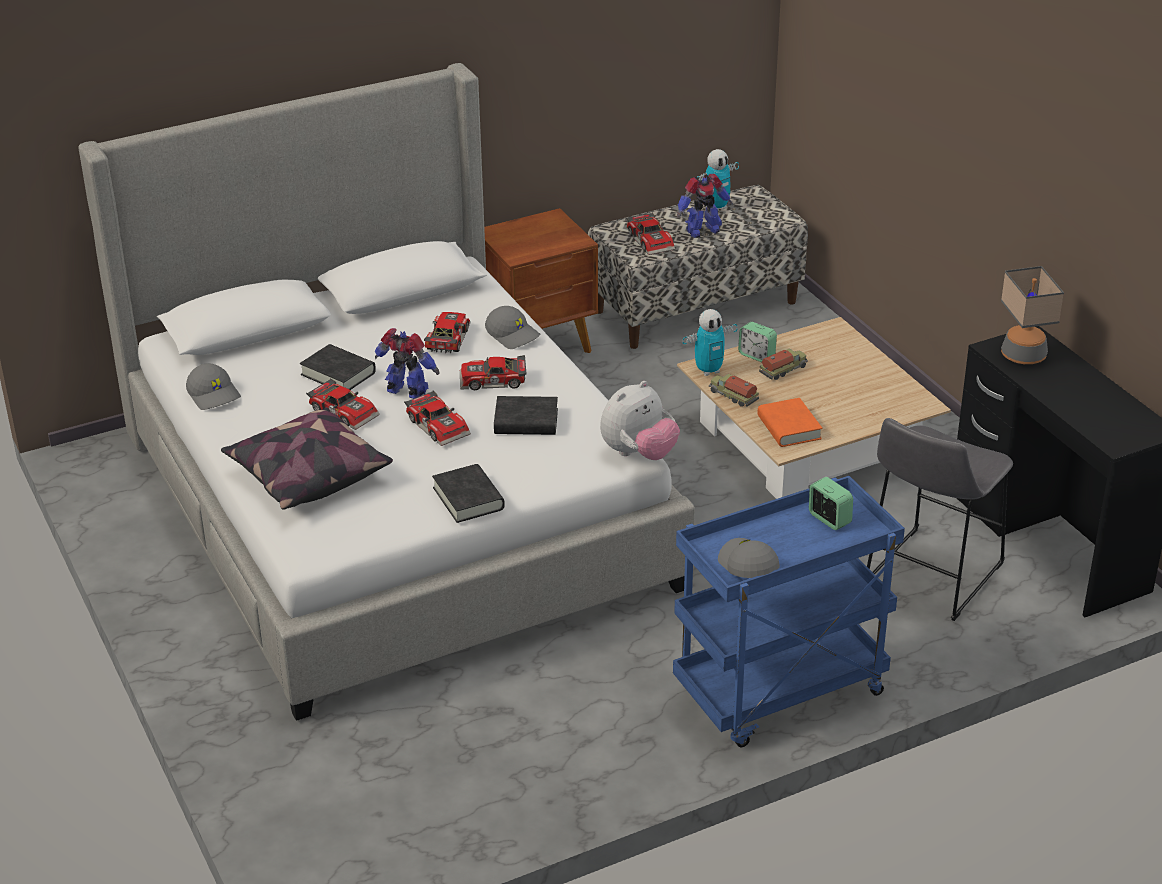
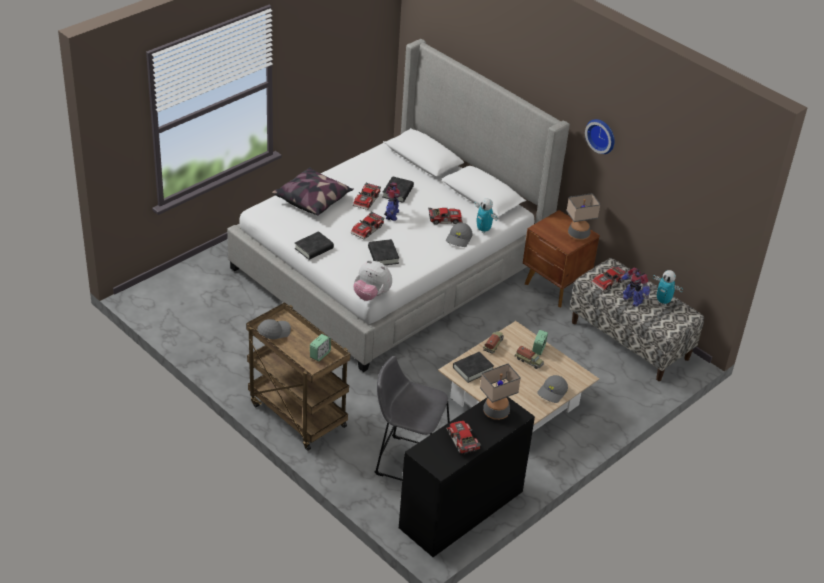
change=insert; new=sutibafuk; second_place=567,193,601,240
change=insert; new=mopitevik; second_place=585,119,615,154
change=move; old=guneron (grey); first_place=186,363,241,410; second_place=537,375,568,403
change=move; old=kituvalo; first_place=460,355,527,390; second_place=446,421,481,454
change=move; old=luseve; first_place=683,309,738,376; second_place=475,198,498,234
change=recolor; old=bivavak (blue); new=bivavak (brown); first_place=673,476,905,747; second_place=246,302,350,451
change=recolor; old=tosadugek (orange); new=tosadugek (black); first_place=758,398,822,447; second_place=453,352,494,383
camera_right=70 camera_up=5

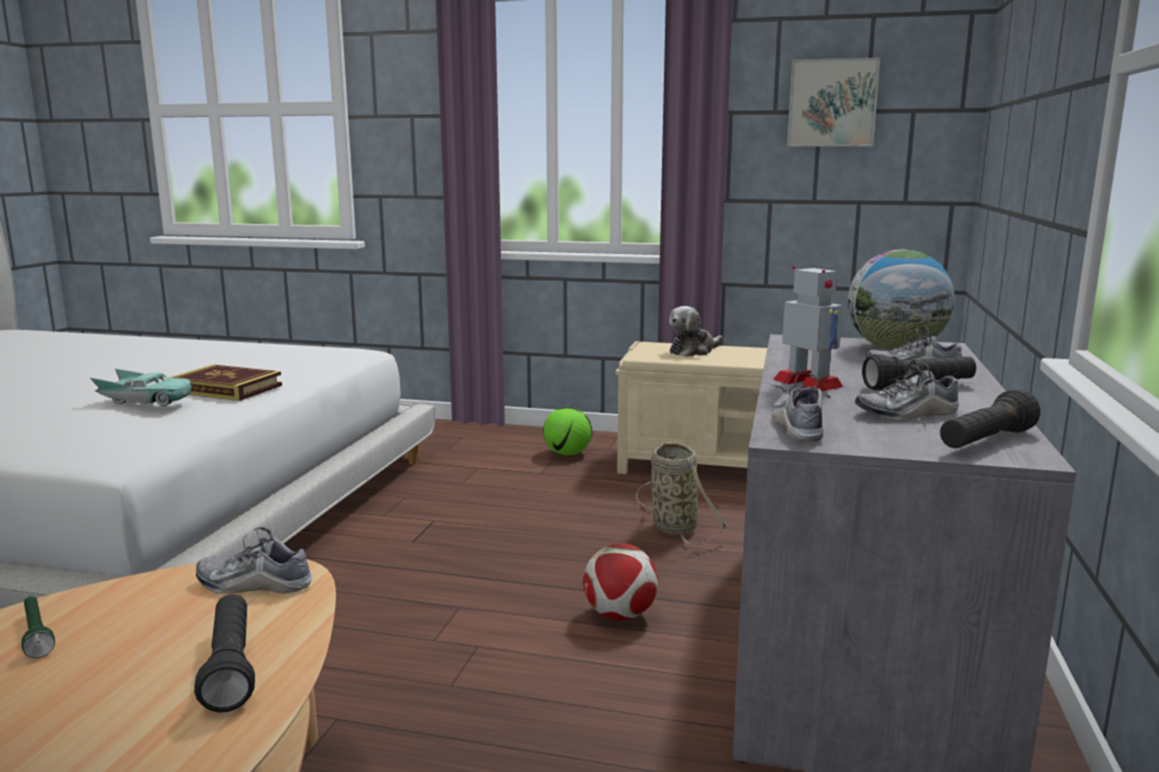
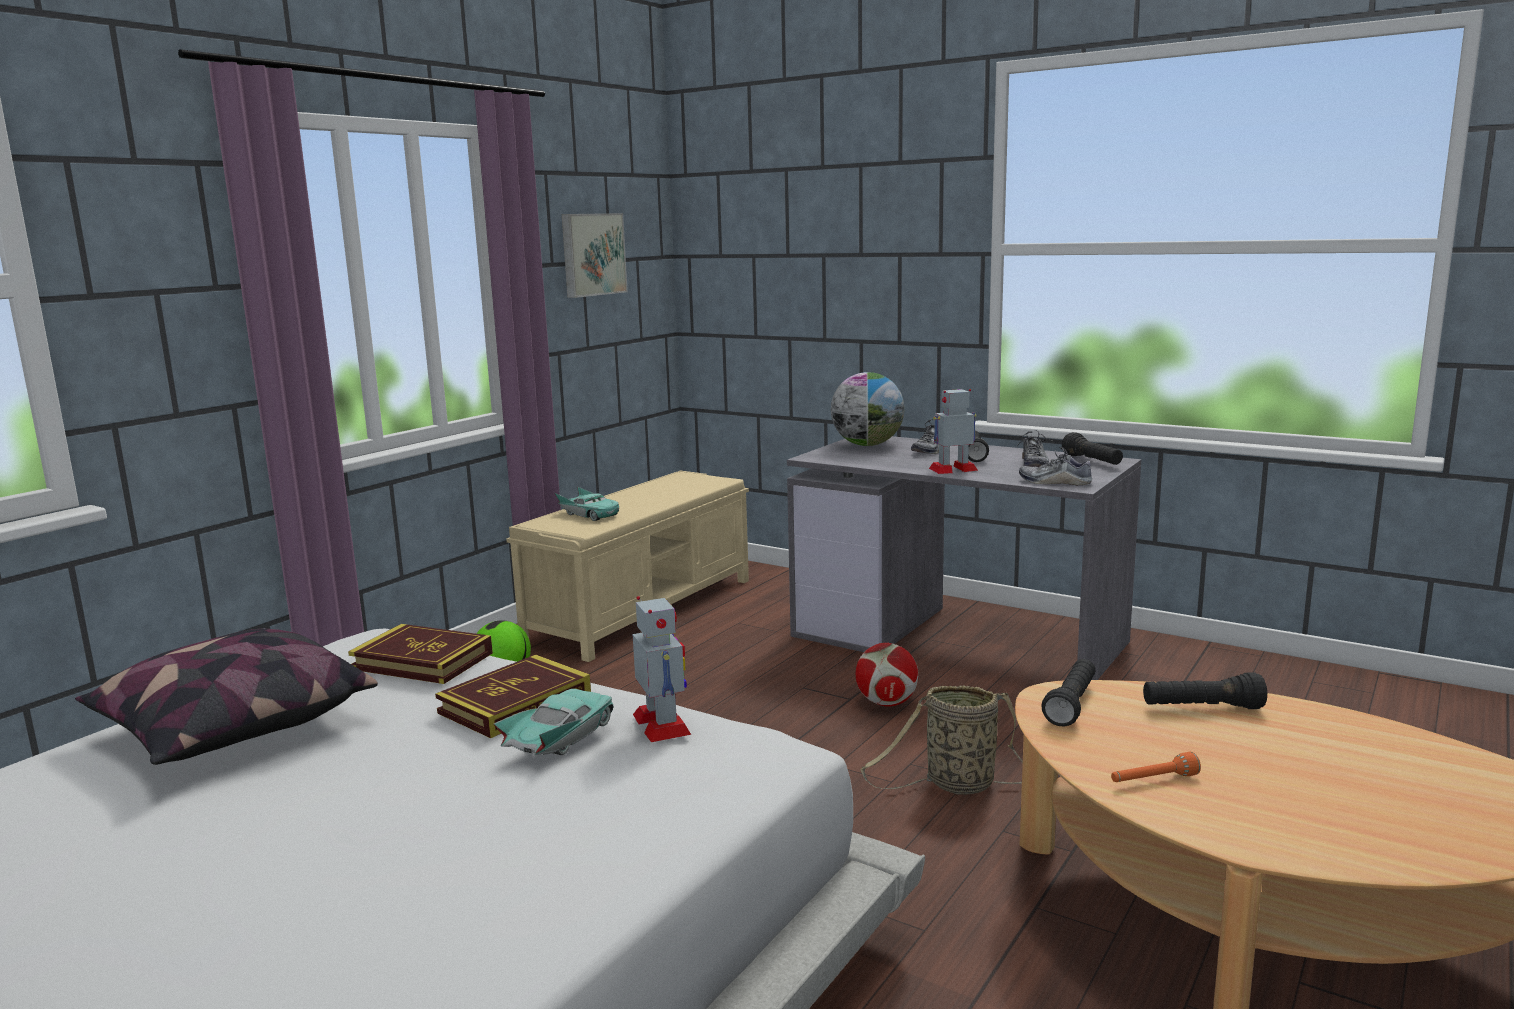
change=insert; new=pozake; second_place=75,629,378,765
change=insert; new=tosadugek; second_place=348,624,493,684
change=insert; new=luseve; second_place=632,596,691,742
change=move; old=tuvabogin; first_place=636,442,728,545; second_place=860,685,1023,795
change=replace; old=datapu; new=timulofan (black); first_place=196,527,312,594; second_place=1041,659,1096,726
change=replace; old=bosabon; new=kituvalo (turquoise); first_place=669,306,723,357; second_place=554,487,619,521
change=recolor; old=timulofan (green); new=timulofan (orange); first_place=21,596,55,658; second_place=1111,752,1201,782
camera_right=-70 camera_up=0

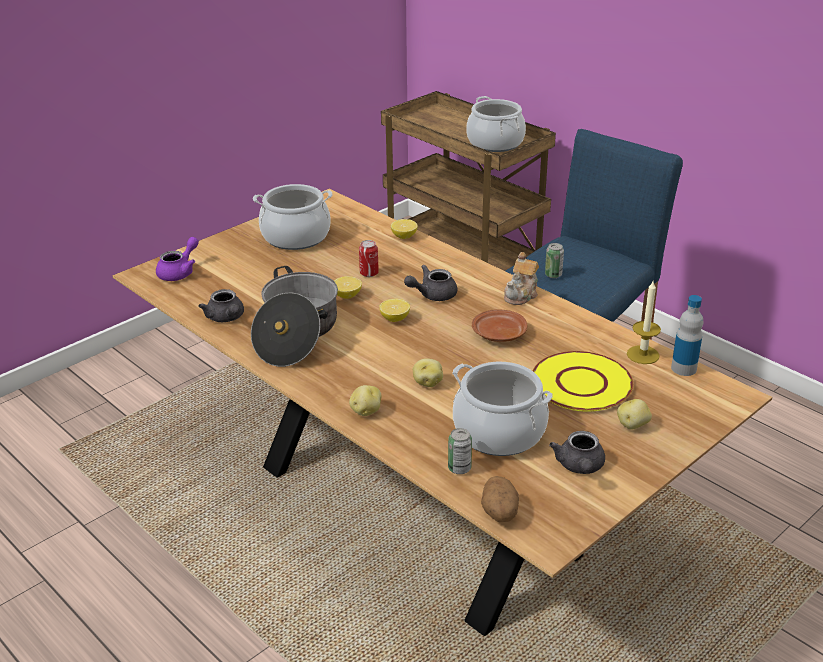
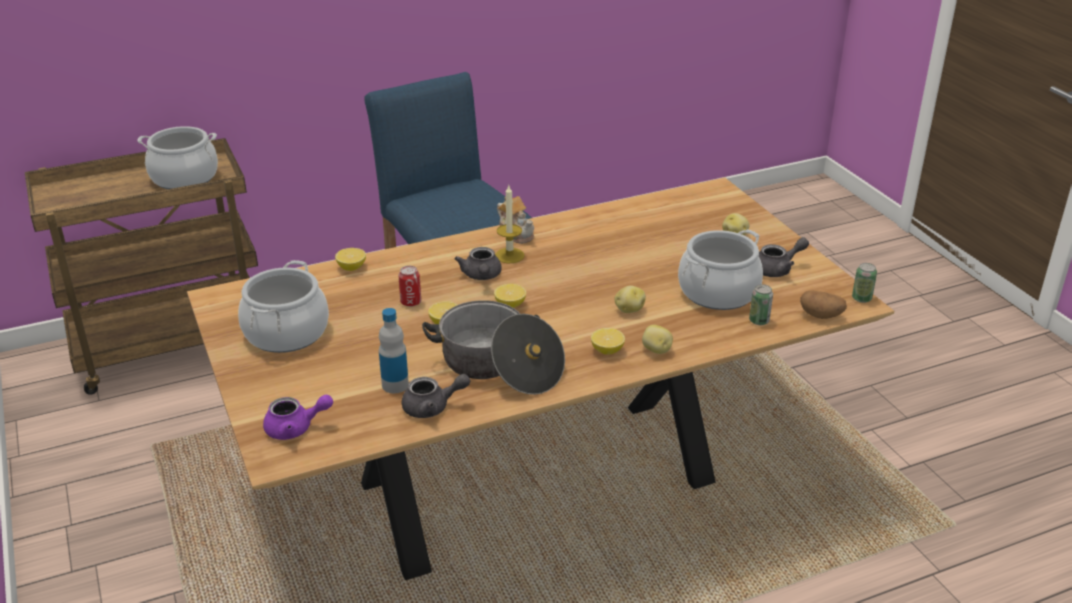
change=delete; old=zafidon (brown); first_place=472,310,527,342
change=delete; old=zafidon (yellow); first_place=533,351,633,412
change=insert; new=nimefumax; second_place=591,328,625,355
change=move; old=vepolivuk; first_place=545,243,564,278; second_place=852,263,877,303
change=move; old=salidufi; first_place=627,281,661,364; second_place=495,185,525,263
change=move; old=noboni; first_place=671,295,704,376; second_place=379,308,409,393
change=rotate; old=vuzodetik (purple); first_place=156,237,199,281; second_place=263,395,333,440; degrees=120
change=rotate; old=vuzodetik (grey); first_place=549,431,605,474; second_place=759,237,809,277; degrees=-45
camera_right=-70 camera_up=0

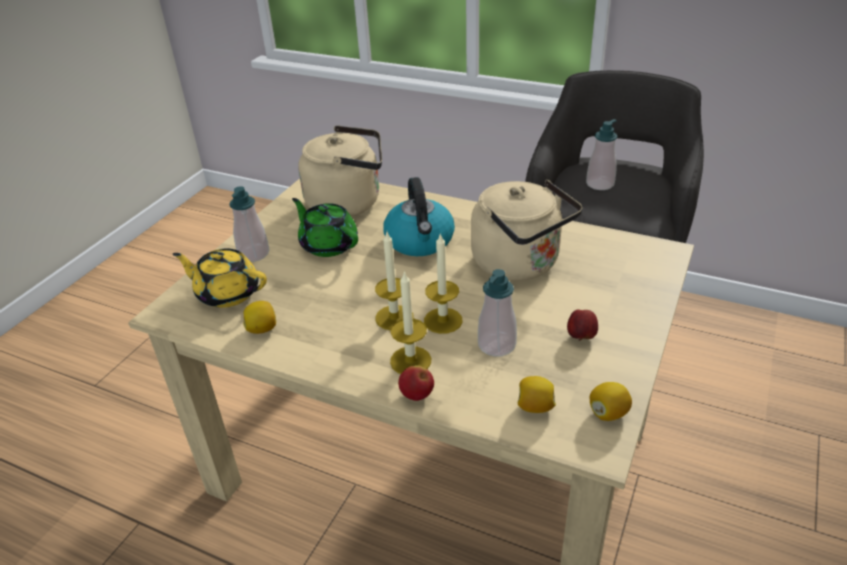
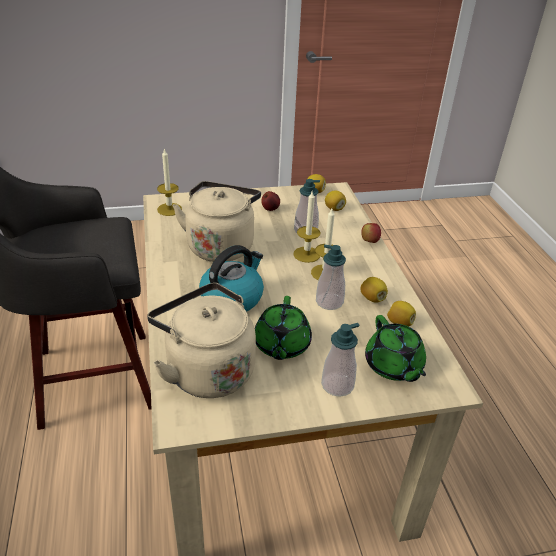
change=insert; new=nimefumax; second_place=360,277,388,302
change=move; old=salidufi; first_place=390,270,431,374; second_place=157,148,182,216
change=move; old=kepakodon; first_place=586,119,617,190; second_place=316,245,346,310
change=recolor; old=vuzodetik (yellow); new=vuzodetik (green); first_place=173,249,267,308; second_place=365,315,426,382
camera_right=-130 camera_up=0

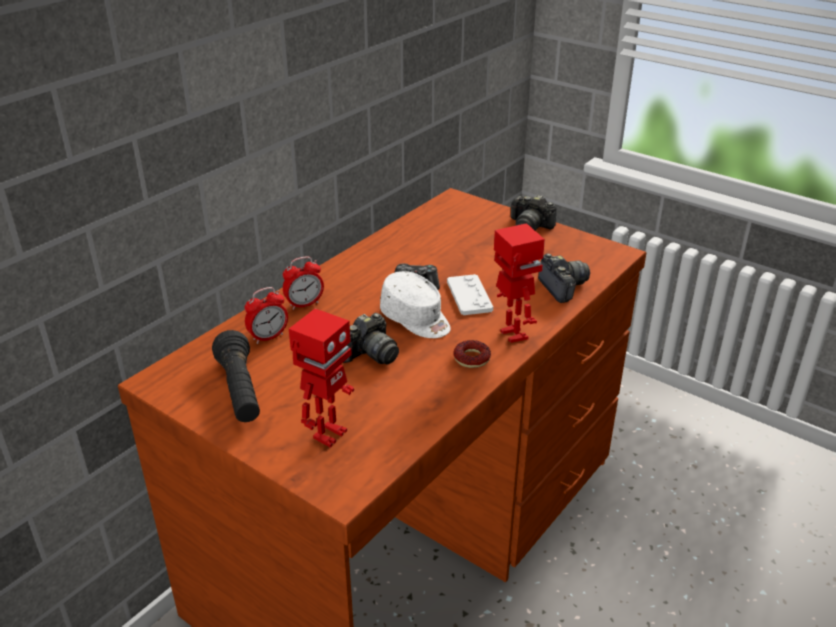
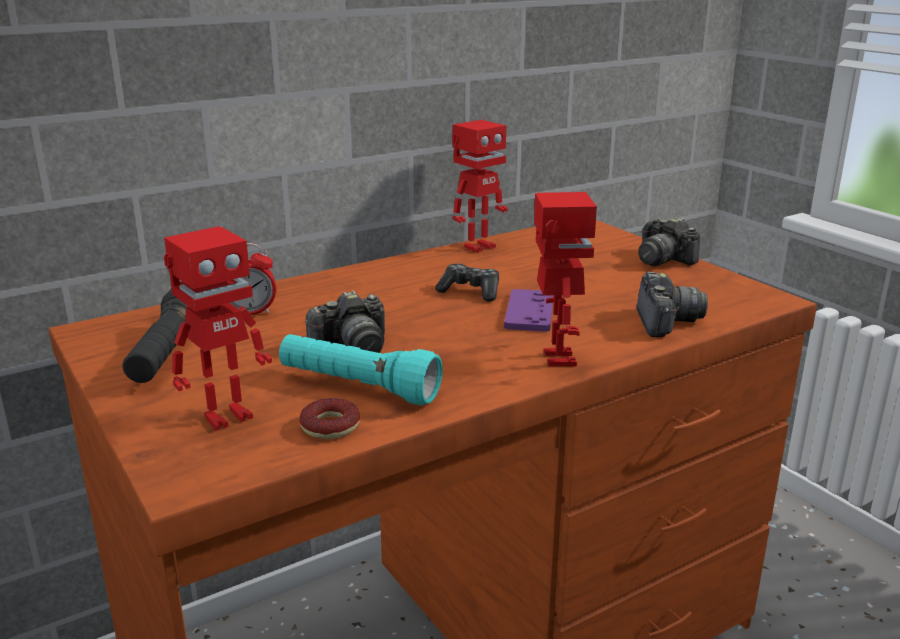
change=delete; old=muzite; first_place=283,256,324,310
change=delete; old=guneron (white); first_place=380,271,451,338
change=insert; new=timulofan (turquoise); second_place=279,334,443,405
change=insert; new=luseve; second_place=452,120,508,253
change=move; old=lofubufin; first_place=453,340,491,368; second_place=299,398,360,439
change=recolor; old=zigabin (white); new=zigabin (purple); first_place=447,274,493,315; second_place=504,289,554,332
camera_right=20 camera_up=-10

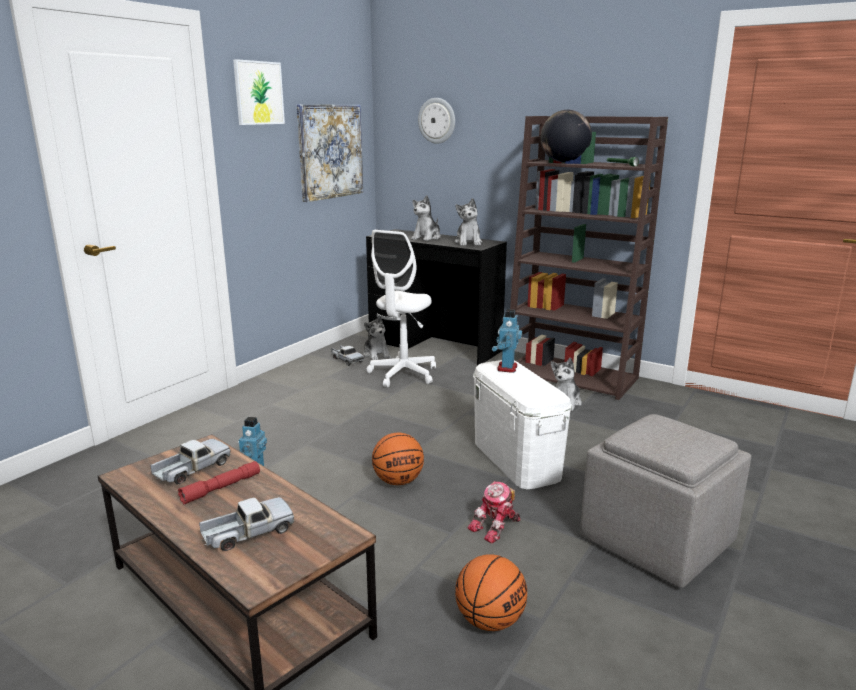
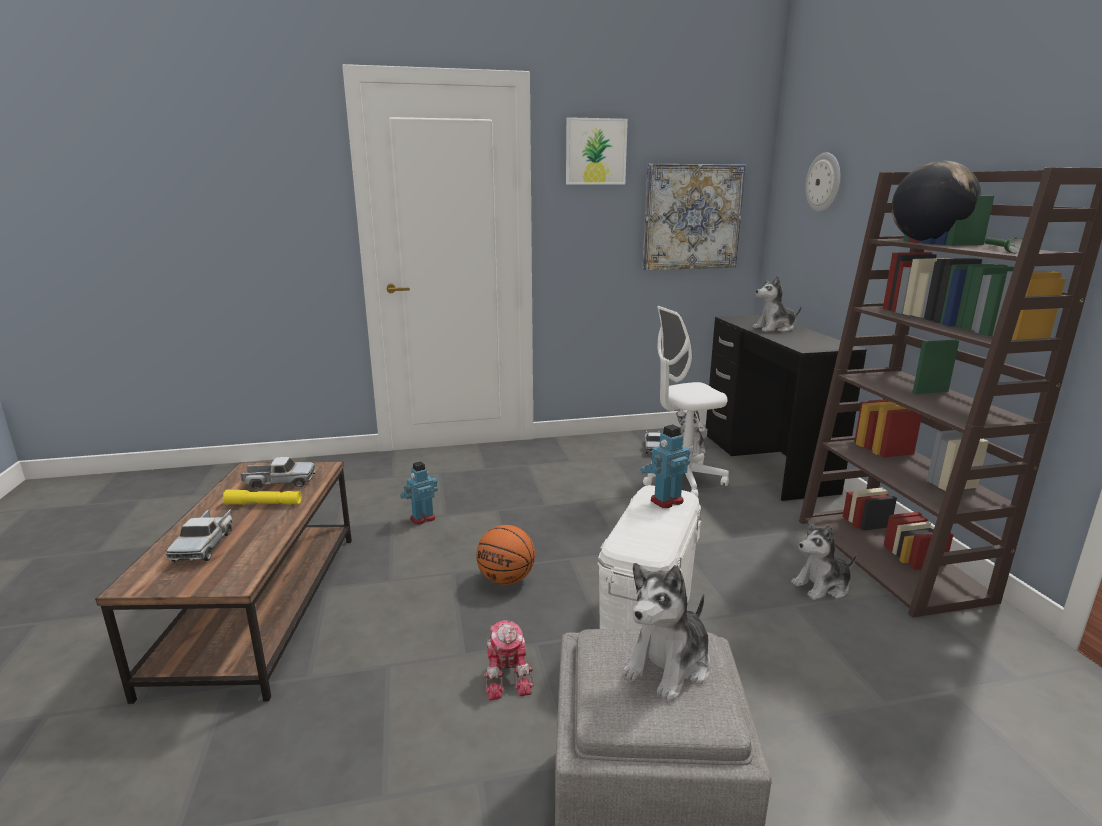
change=delete; old=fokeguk; first_place=455,554,527,631
change=move; old=bosabon; first_place=455,198,482,246; second_place=622,563,711,702
change=recolor; old=timulofan (red); new=timulofan (yellow); first_place=178,461,260,504; second_place=223,489,301,505
change=rotate; old=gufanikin; first_place=199,497,294,551; second_place=166,509,233,562; degrees=75
change=rotate; old=luseve; first_place=467,481,520,544; second_place=483,620,534,700; degrees=-105
camera_right=45 camera_up=0

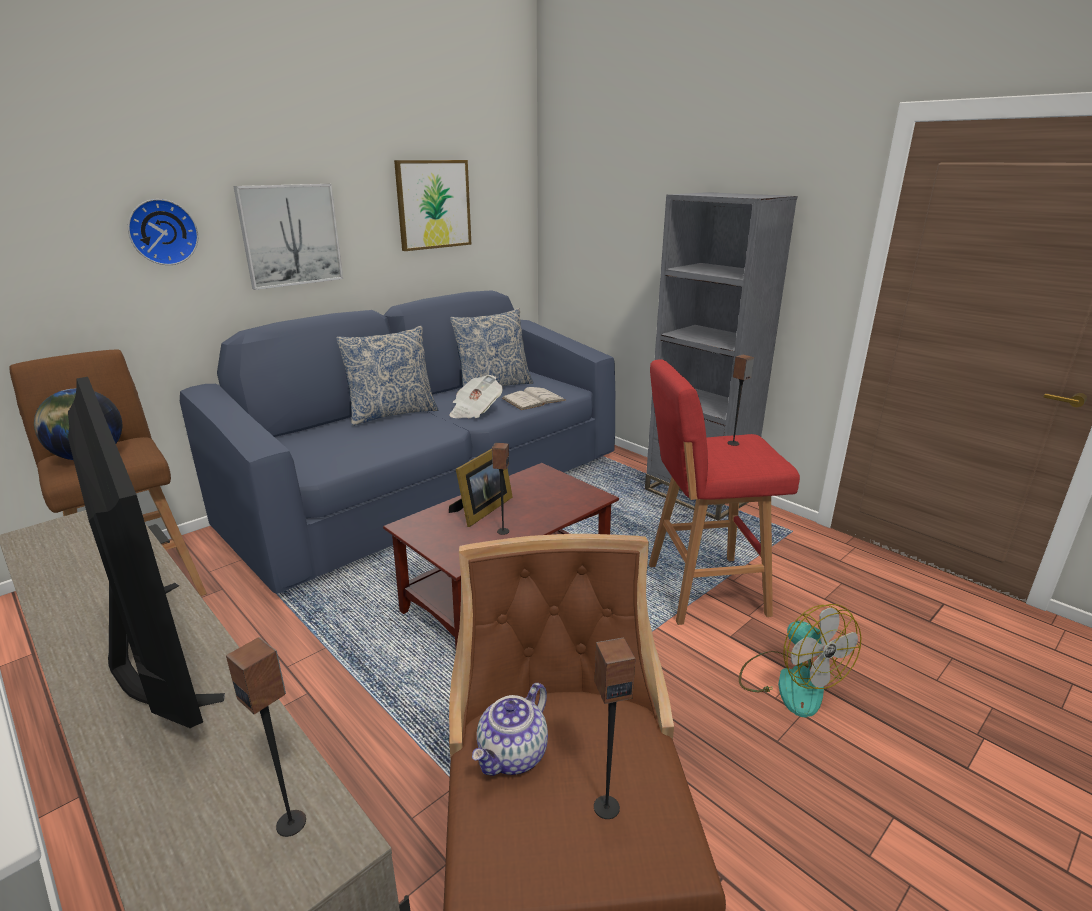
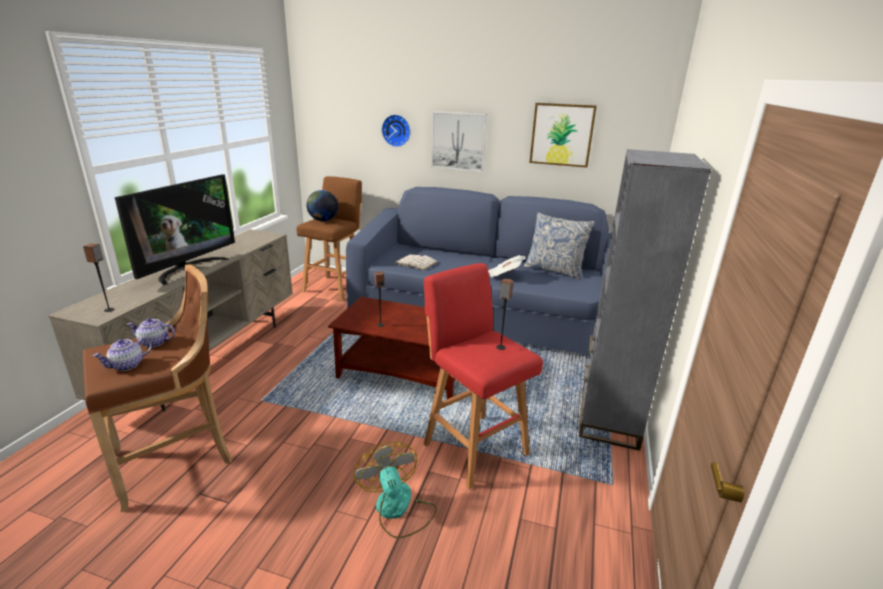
change=delete; old=pozake; first_place=336,326,438,426
change=delete; old=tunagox; first_place=449,449,513,527
change=move; old=tosadugek (white); first_place=502,387,566,410; second_place=394,254,437,270
change=replace; old=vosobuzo; new=vuzodetik; first_place=594,637,635,819; second_place=92,337,152,371
change=rotate; old=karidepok; first_place=739,604,861,717; second_place=354,442,437,539; degrees=120
camera_right=60 camera_up=0

